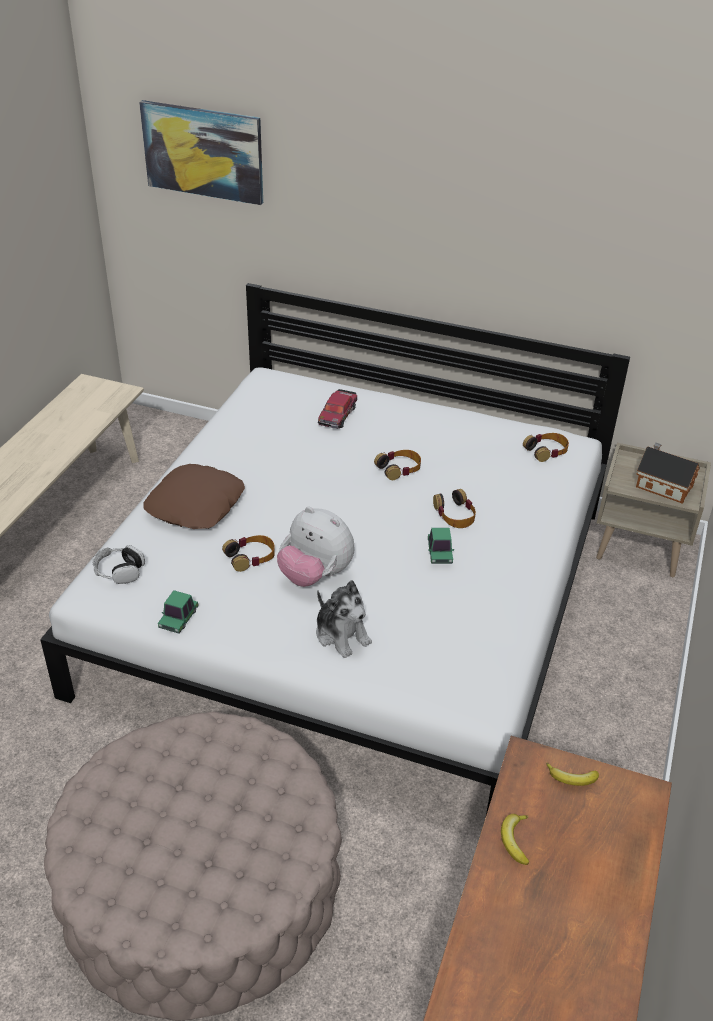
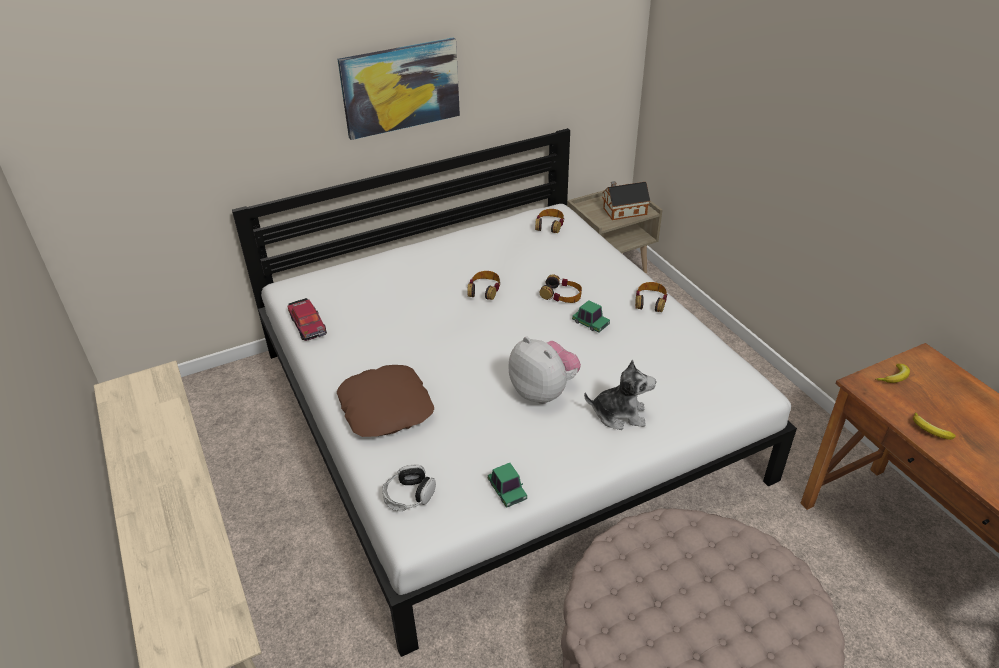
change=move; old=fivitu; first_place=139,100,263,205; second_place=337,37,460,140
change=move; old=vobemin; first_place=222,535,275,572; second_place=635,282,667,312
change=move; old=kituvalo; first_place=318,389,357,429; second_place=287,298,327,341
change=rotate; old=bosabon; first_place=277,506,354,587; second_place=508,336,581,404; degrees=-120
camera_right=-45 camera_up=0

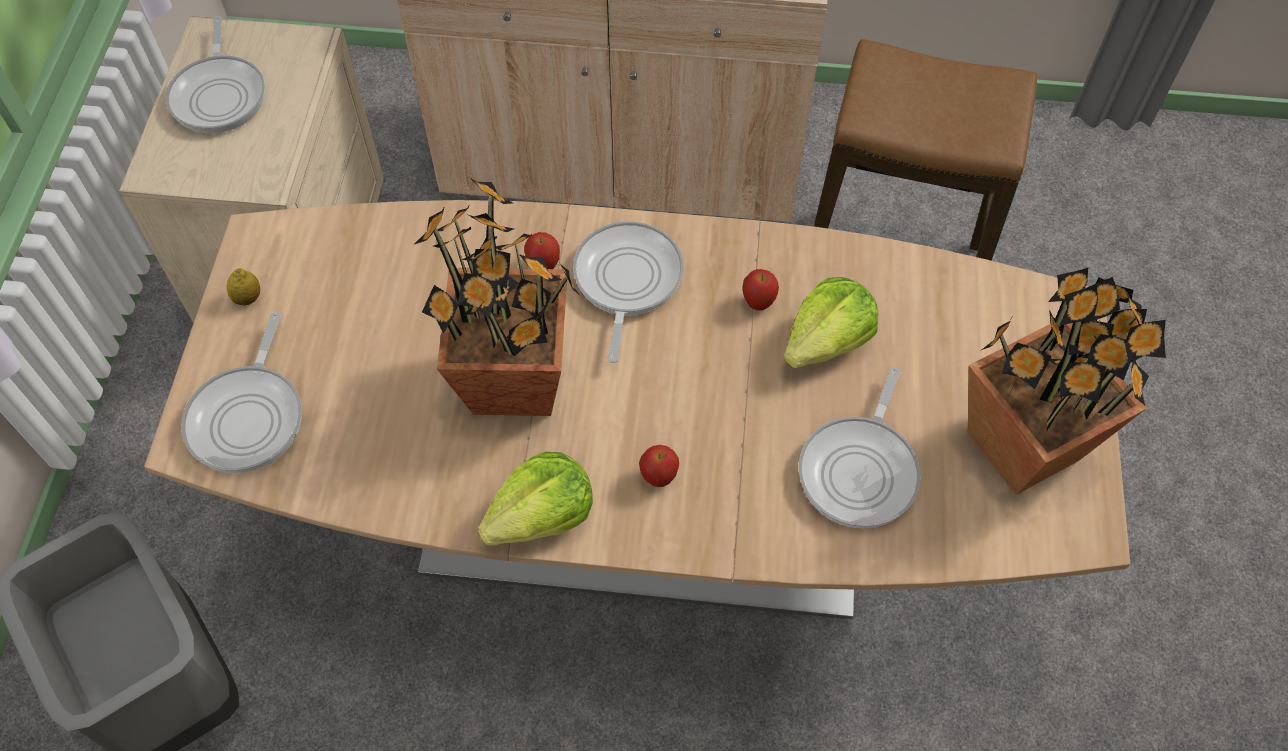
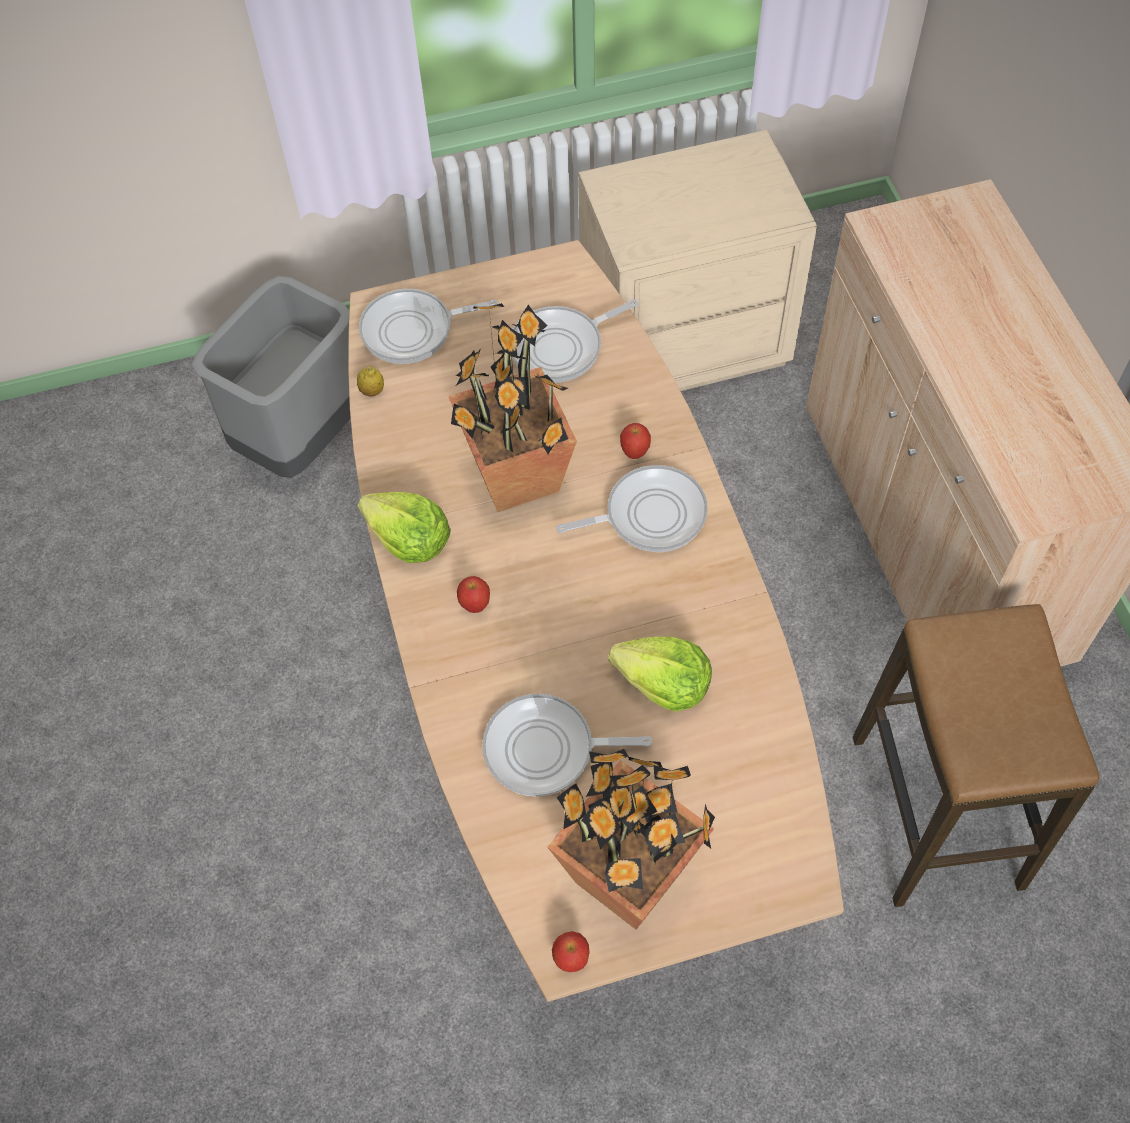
change=move; old=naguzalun; first_place=165,16,265,133; second_place=512,299,638,383
change=move; old=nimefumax; first_place=226,268,260,306; second_place=357,367,384,396
change=move; old=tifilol; first_place=743,269,779,310; second_place=552,931,590,972
camera_right=70 camera_up=0

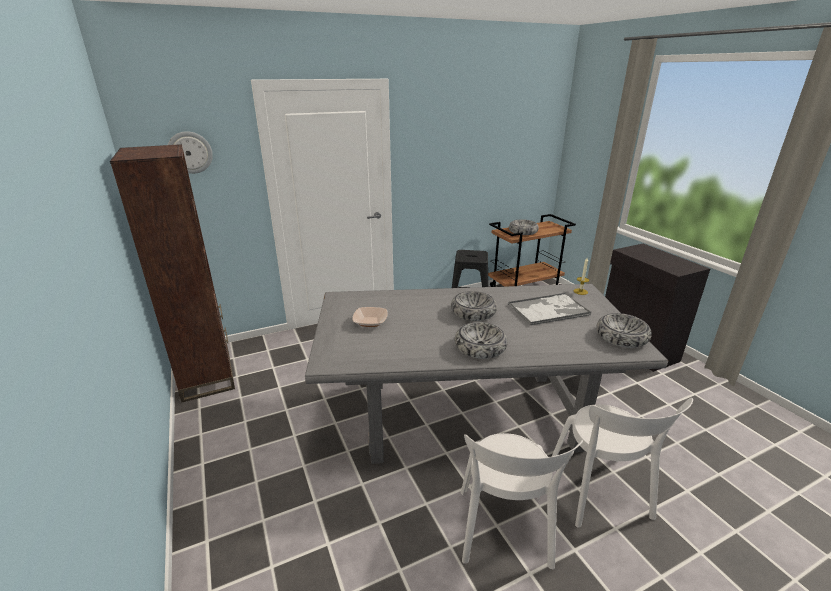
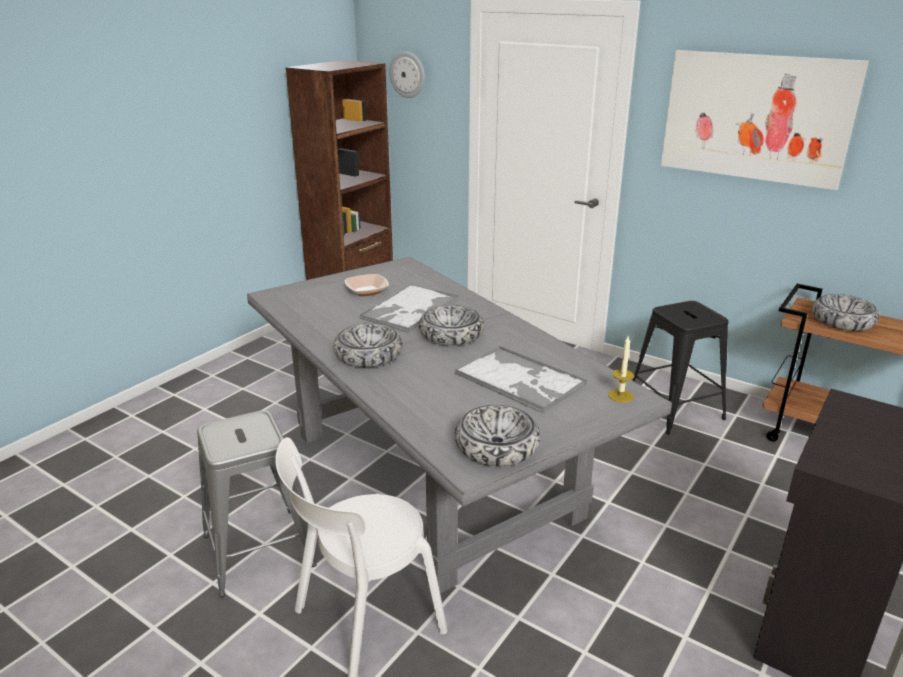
change=insert; new=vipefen; second_place=359,284,458,333
change=insert; new=fivitu; second_place=661,50,869,190
change=replace; old=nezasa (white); new=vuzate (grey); first_place=461,433,583,569; second_place=197,410,317,597
camera_right=60 camera_up=0

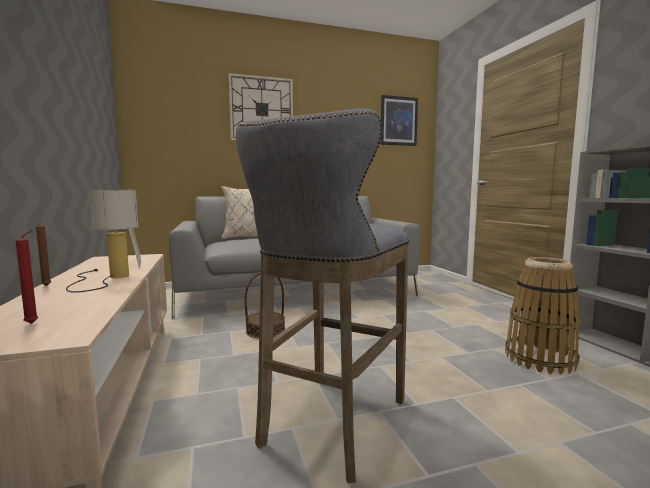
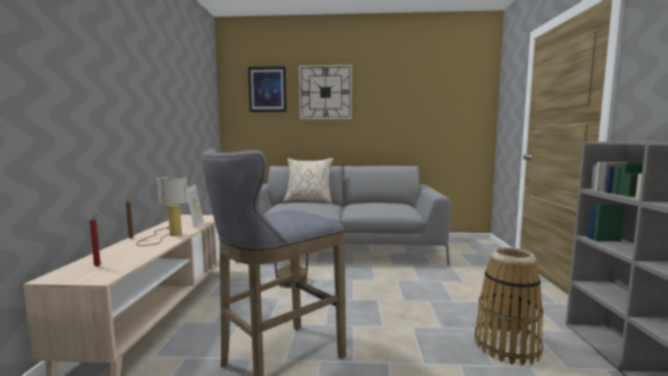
change=move; old=fivitu; first_place=380,95,418,146; second_place=248,66,287,112
camera_right=20 camera_up=0

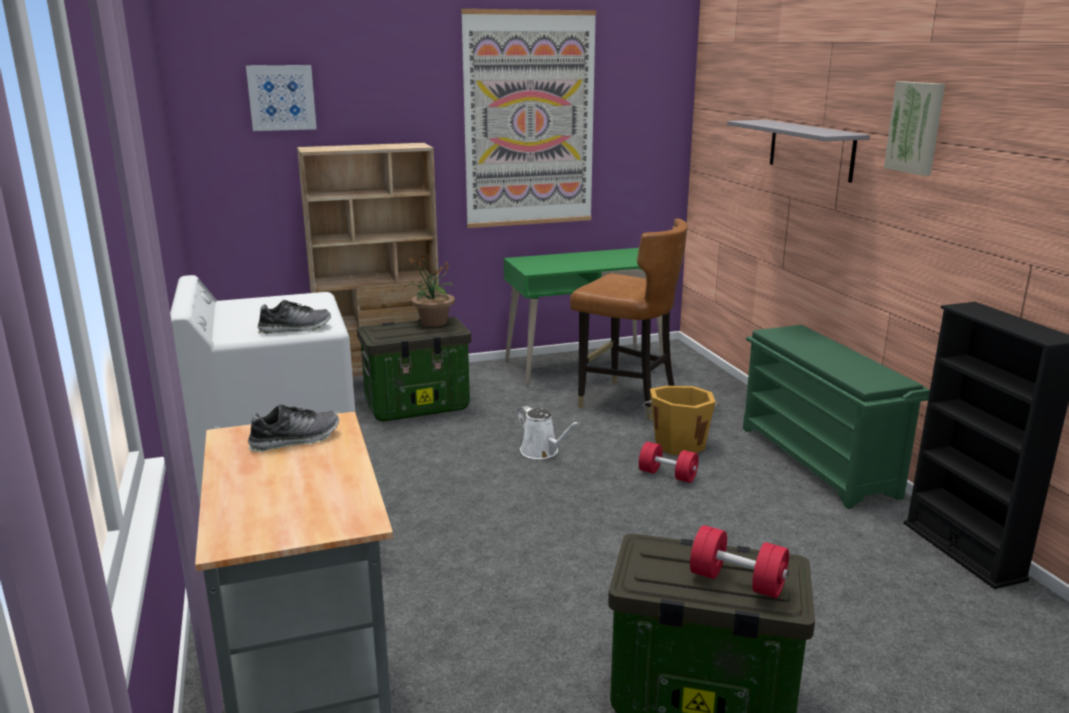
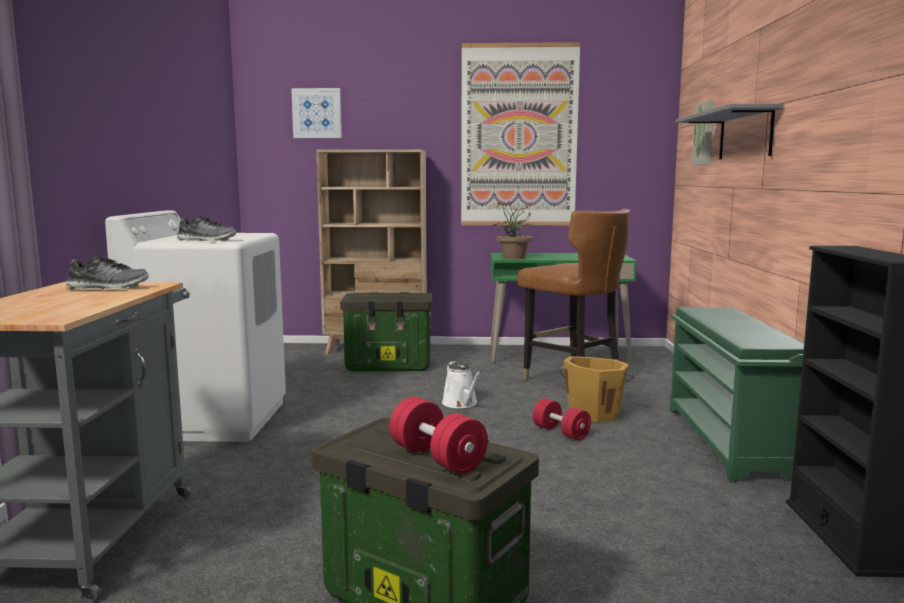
change=move; old=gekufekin; first_place=404,255,455,327; second_place=492,201,533,259
change=move; old=fivitu; first_place=884,81,945,176; second_place=692,101,715,165
camera_right=20 camera_up=-10

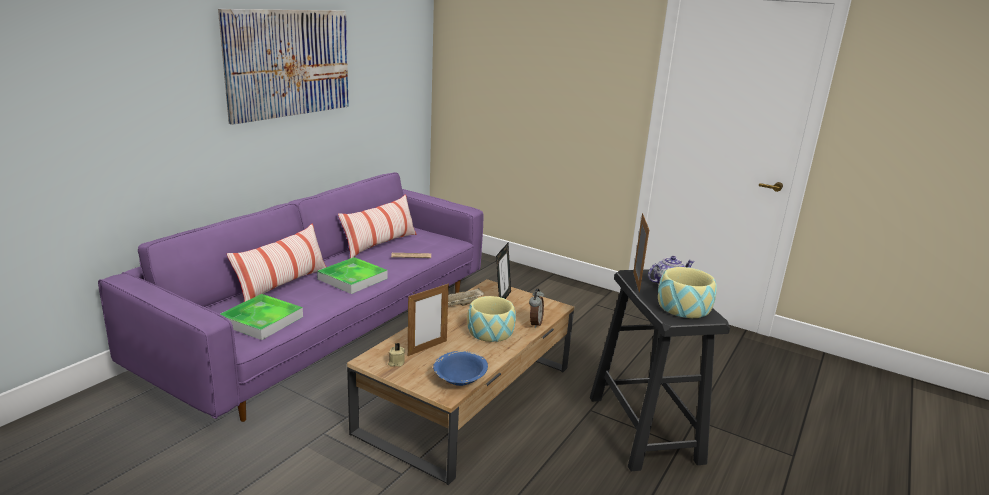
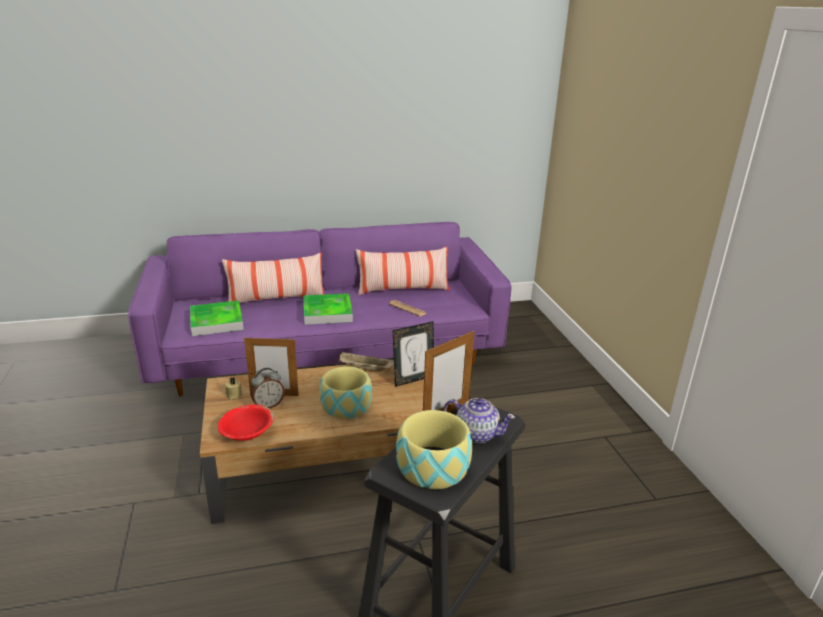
change=delete; old=fivitu; first_place=218,9,349,125
change=move; old=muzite; first_place=529,288,544,328; second_place=250,368,285,409
change=recolor; old=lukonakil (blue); new=lukonakil (red); first_place=433,351,488,386; second_place=218,404,274,441
camera_right=45 camera_up=5

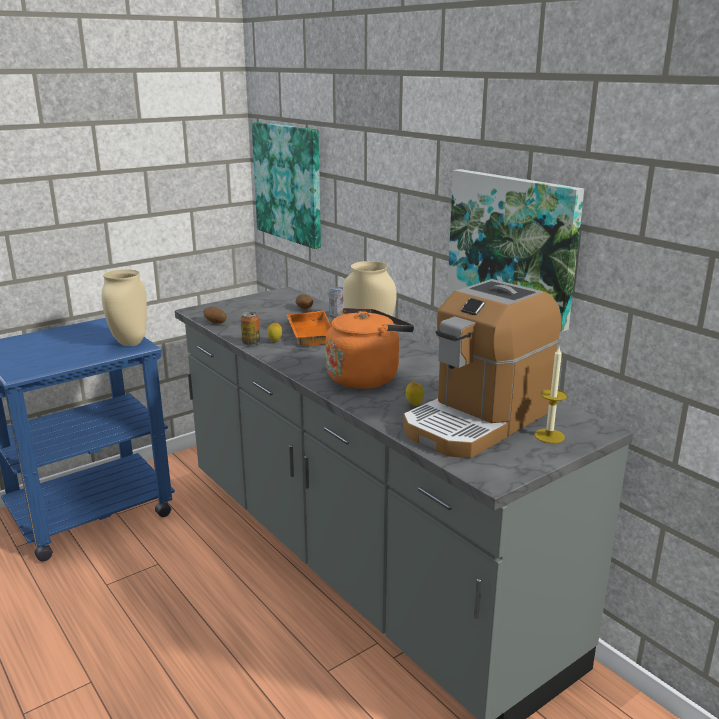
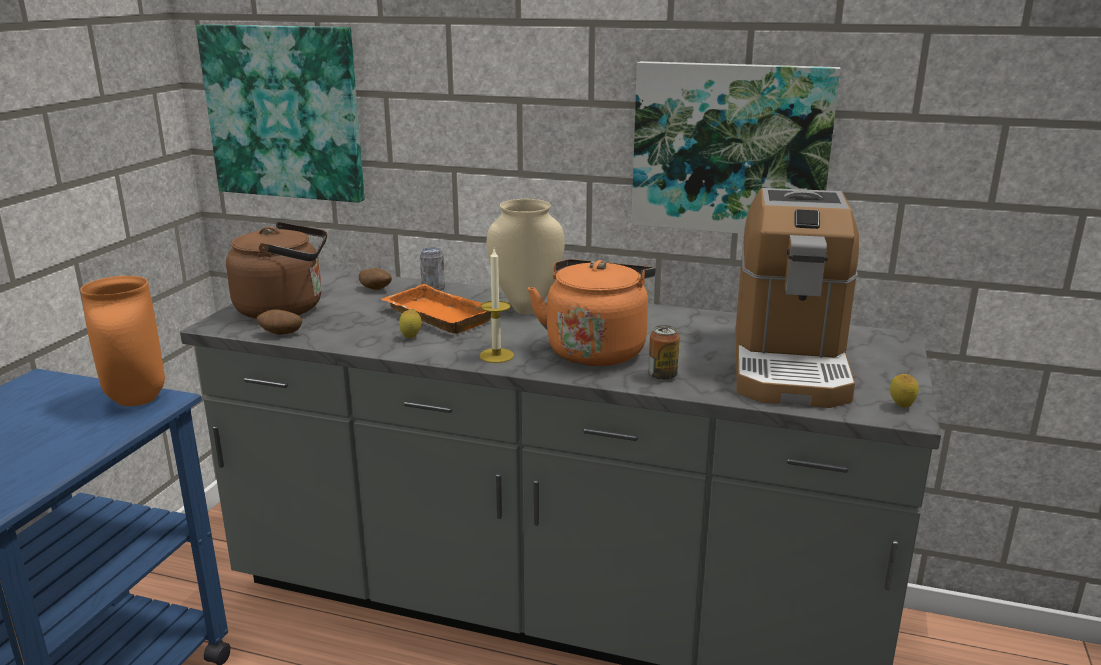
change=insert; new=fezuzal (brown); second_place=226,222,327,319
change=move; old=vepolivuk; first_place=241,312,260,346; second_place=648,325,680,381
change=move; old=nimefumax; first_place=406,382,424,406; second_place=890,374,919,407
change=move; old=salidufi; first_place=534,347,567,443; second_place=479,249,514,363
change=recolor; old=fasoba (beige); new=fasoba (orange); first_place=102,269,147,346; second_place=80,276,165,406
camera_right=-35 camera_up=0

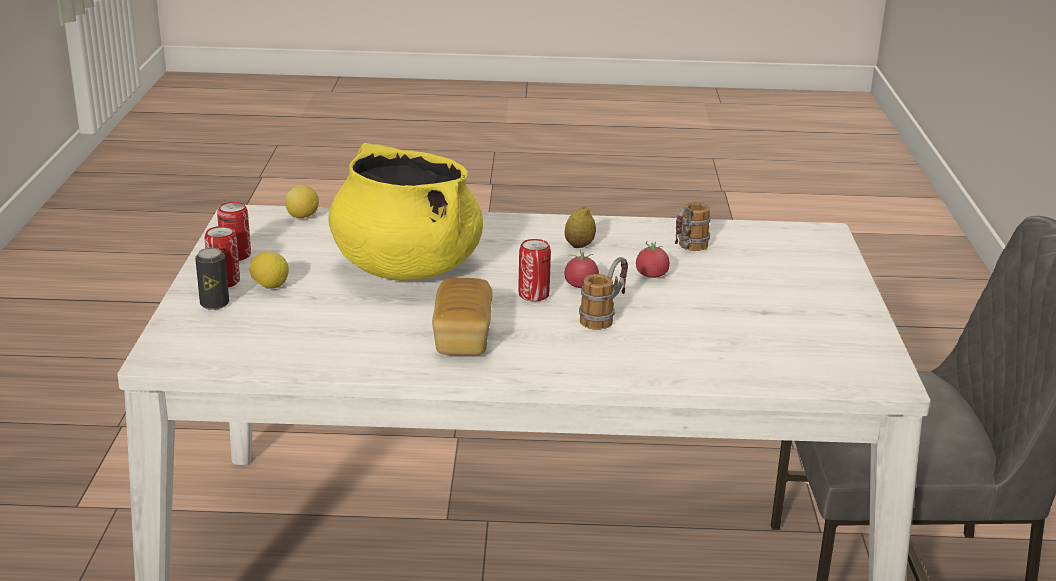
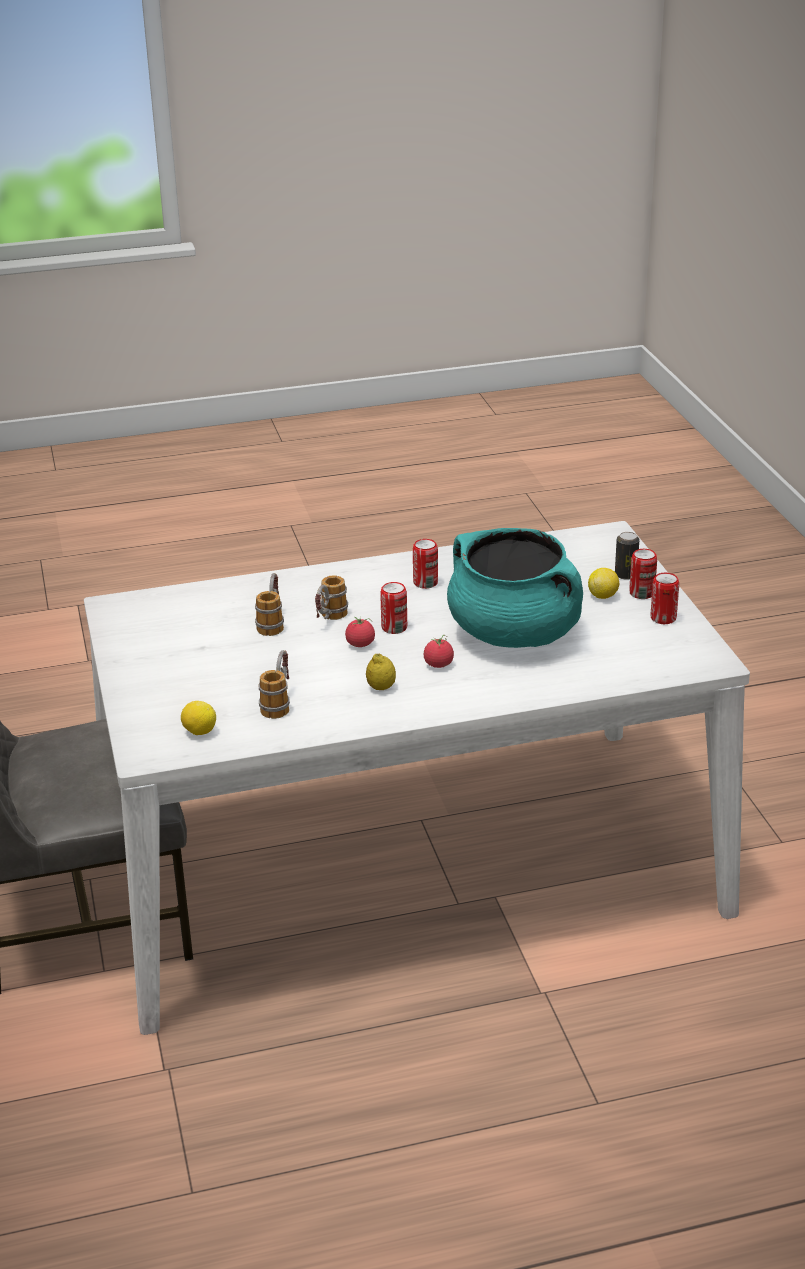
change=insert; new=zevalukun; second_place=255,573,284,636
change=move; old=nimefumax; first_place=285,185,319,219; second_place=181,701,216,735
change=move; old=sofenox; first_place=636,241,670,278; second_place=424,635,454,668
change=replace; old=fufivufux; new=vepolivuk; first_place=432,278,492,355; second_place=413,539,438,589
change=recolor; old=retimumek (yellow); new=retimumek (turquoise); first_place=328,143,483,280; second_place=447,528,583,648
camera_right=165 camera_up=5

